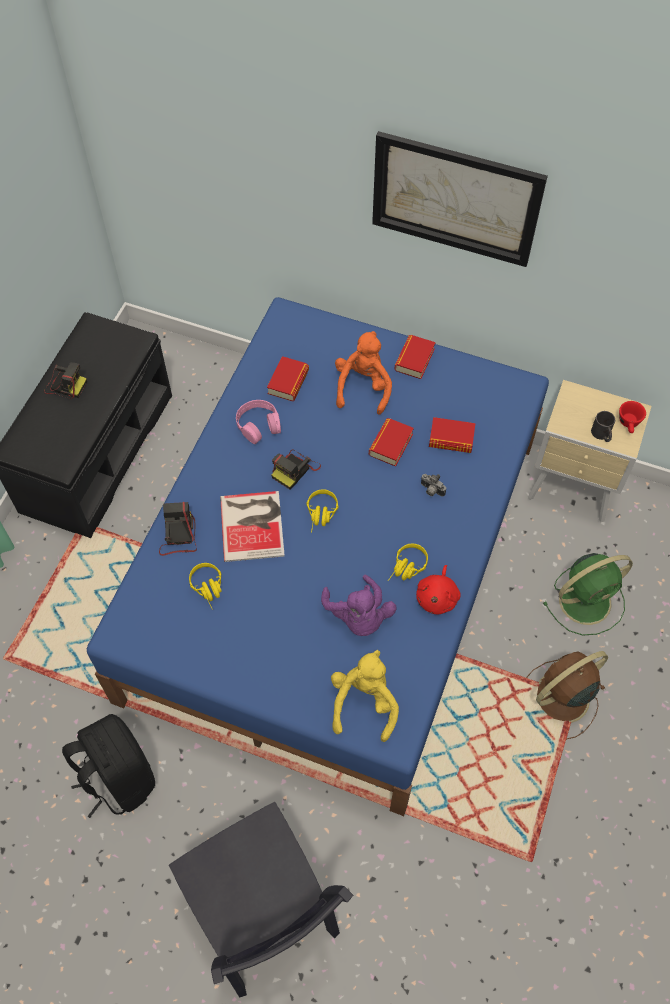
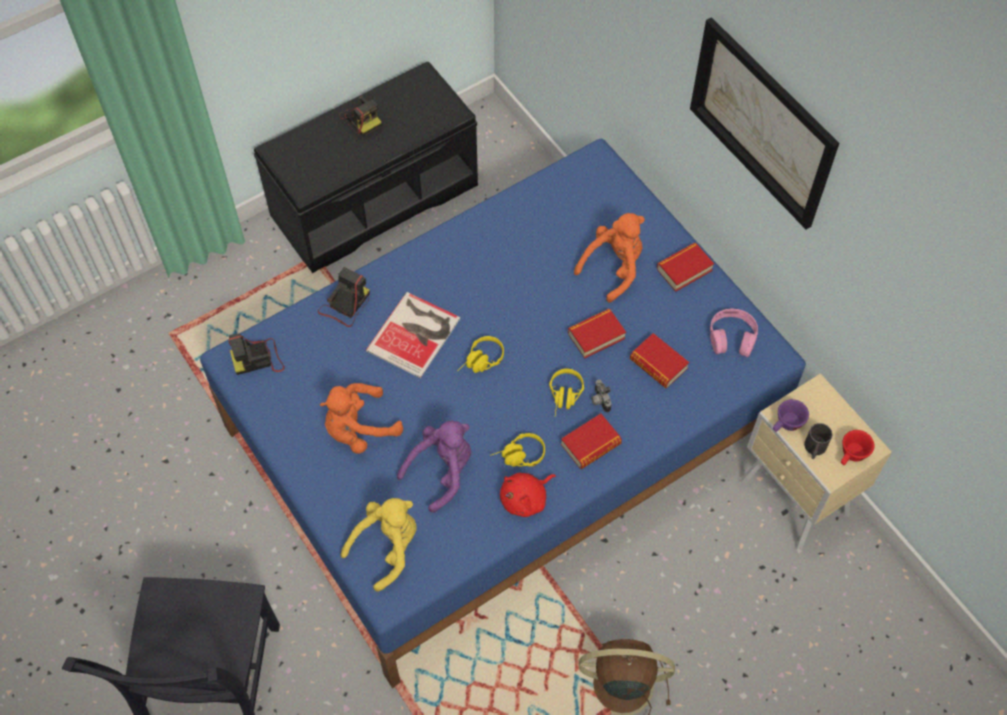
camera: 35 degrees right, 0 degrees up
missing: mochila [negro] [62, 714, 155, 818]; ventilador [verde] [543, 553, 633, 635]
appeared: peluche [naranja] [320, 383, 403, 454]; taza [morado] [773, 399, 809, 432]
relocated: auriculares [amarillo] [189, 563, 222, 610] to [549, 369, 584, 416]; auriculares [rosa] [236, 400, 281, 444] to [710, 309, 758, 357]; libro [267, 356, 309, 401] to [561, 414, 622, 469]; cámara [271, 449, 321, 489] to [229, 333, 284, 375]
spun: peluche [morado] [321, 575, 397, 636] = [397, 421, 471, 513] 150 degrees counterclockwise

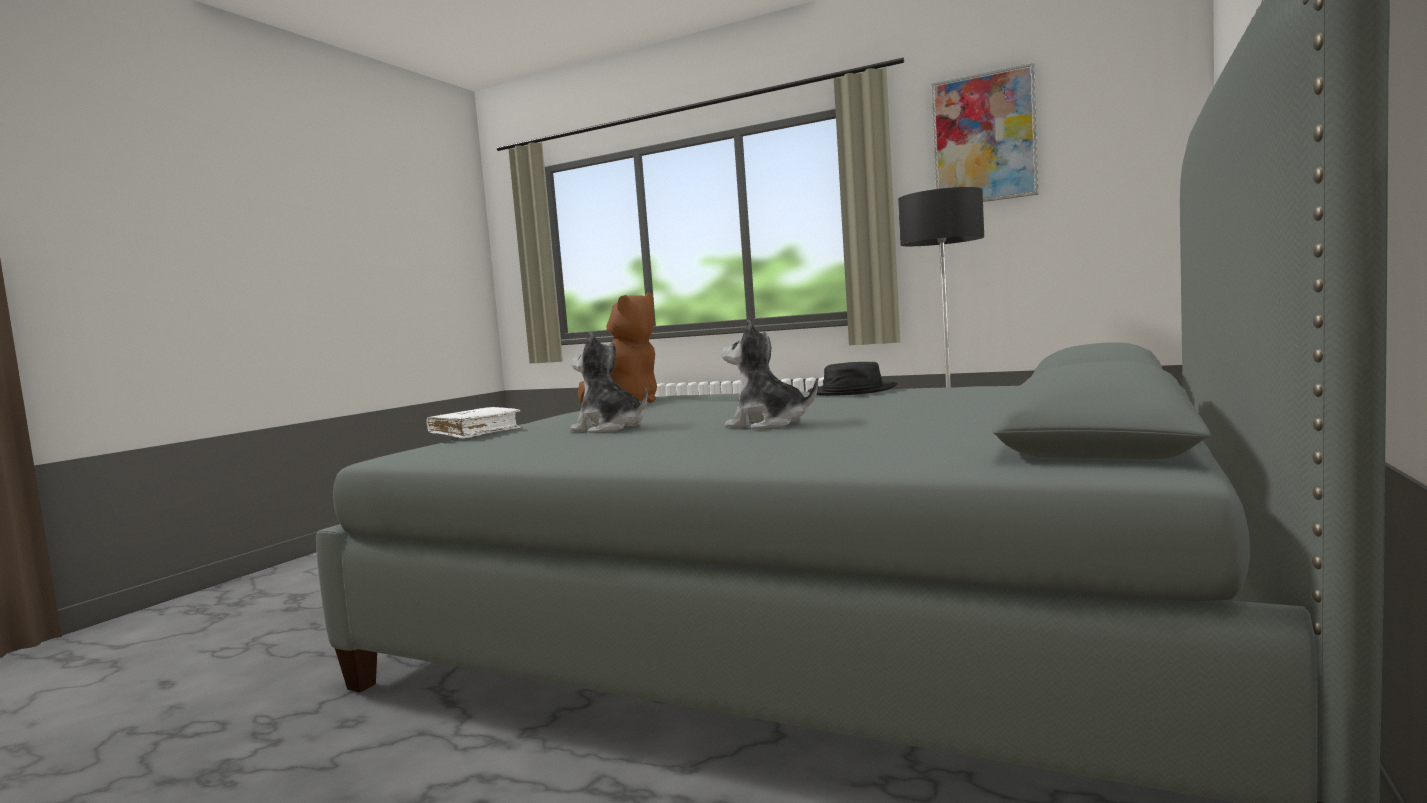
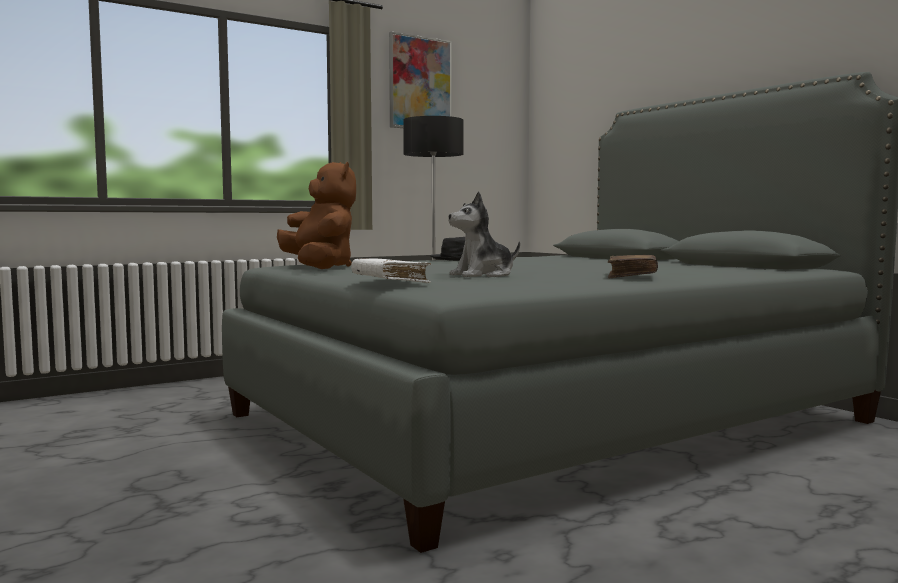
camera: 60 degrees left, 0 degrees up
missing: peluche [721, 320, 818, 429]
appeared: libro [marrón] [608, 255, 658, 278]

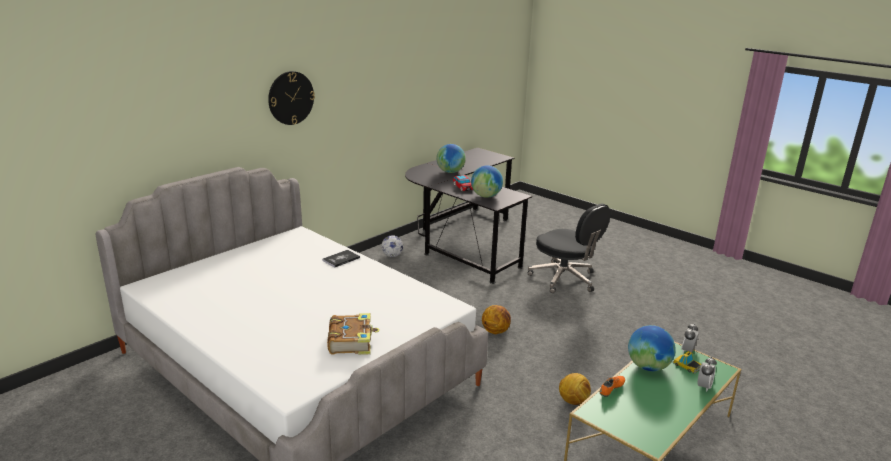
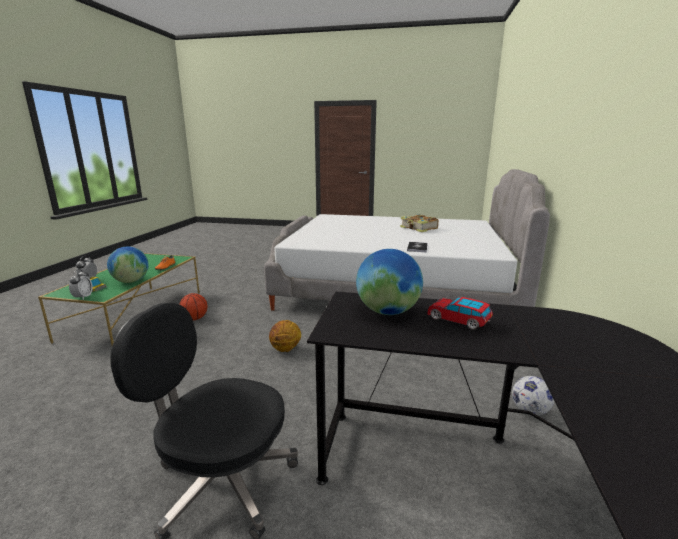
camera: 150 degrees right, 5 degrees down
missing: reloj de pared [268, 71, 315, 125]; globo terráqueo [436, 144, 466, 173]
relocated: libro [327, 313, 380, 355] to [400, 215, 439, 232]
exchanged: balón de fútbol [559, 373, 591, 405] to balón de baloncesto [180, 293, 207, 320]

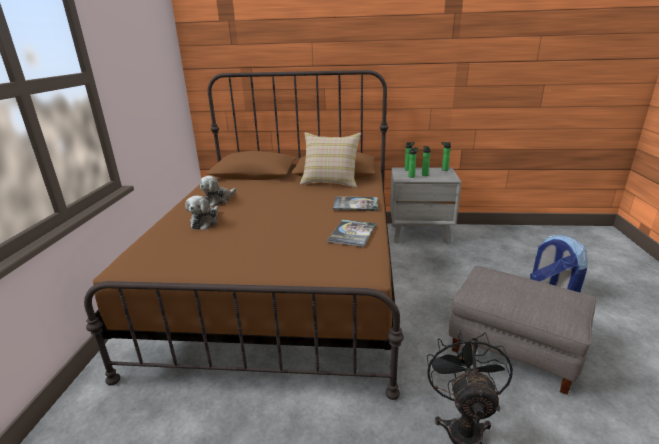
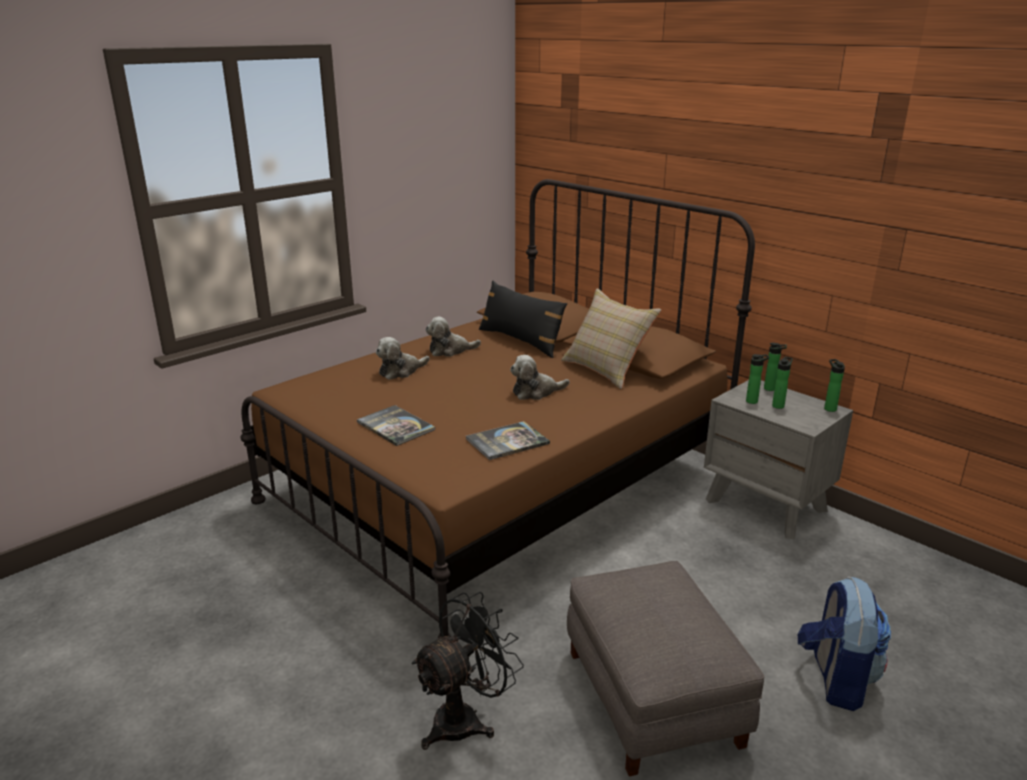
camera: 40 degrees right, 0 degrees up
appeared: cojín [negro] [479, 280, 567, 358]; peluche [510, 355, 569, 400]
relocated: libro [333, 196, 378, 211] to [357, 405, 435, 446]

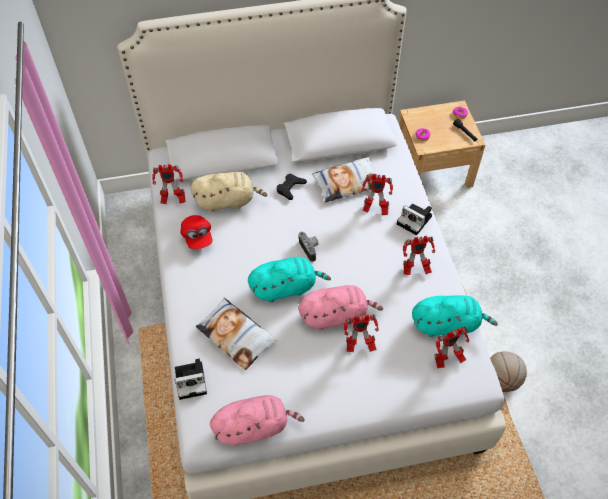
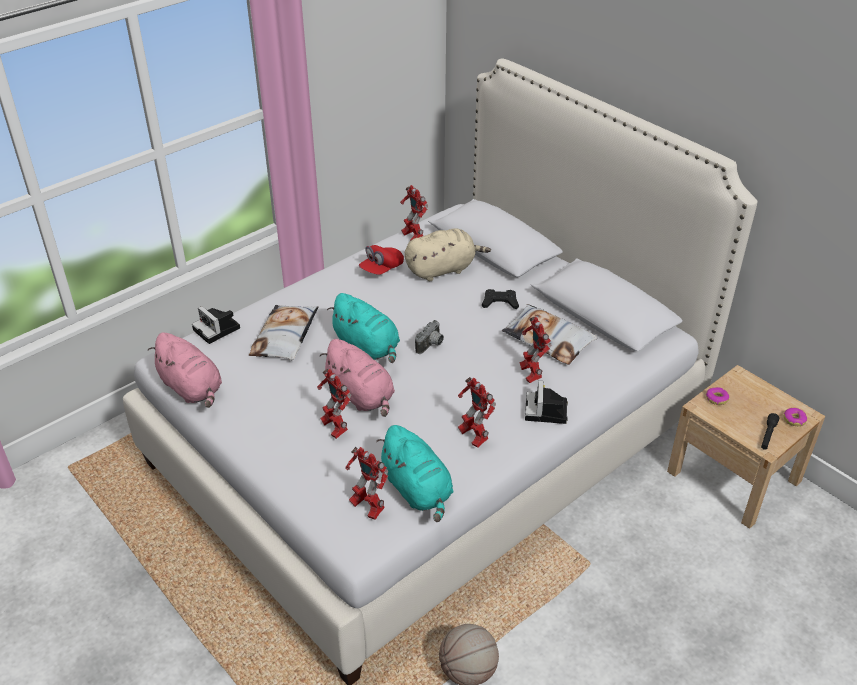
camera: 60 degrees right, 15 degrees down
spun: peluche [beis] [191, 172, 267, 212] = [405, 228, 491, 281] 75 degrees counterclockwise

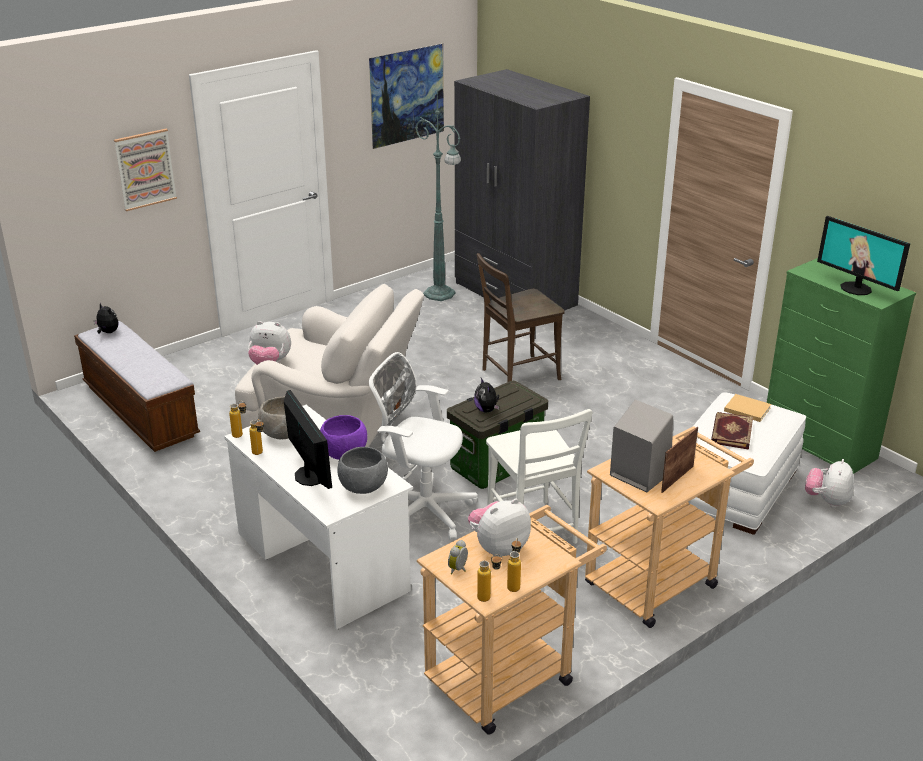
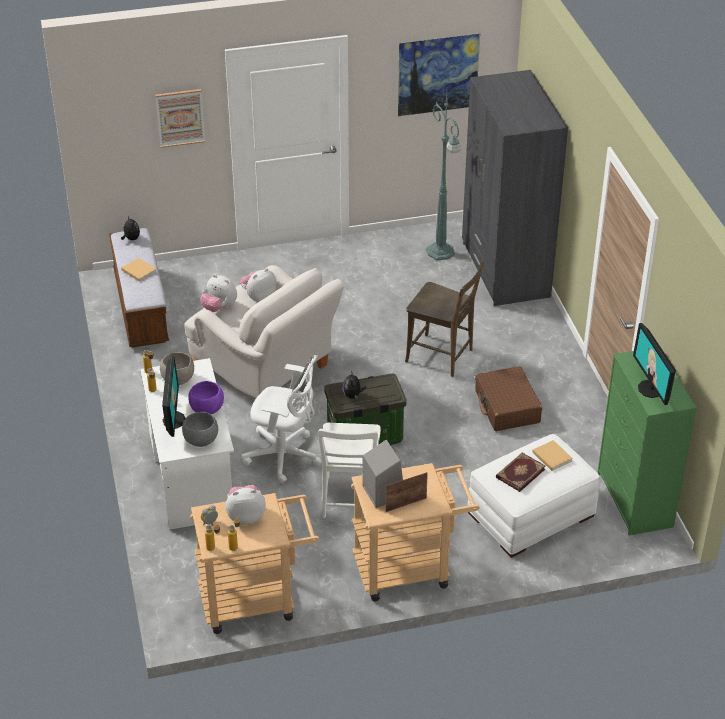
camera: 25 degrees right, 10 degrees up
appeared: libro [beis] [121, 258, 157, 282]; maleta [marrón] [475, 366, 542, 431]
relocated: peluche [805, 459, 853, 508] to [240, 268, 277, 303]
spun: silla de oficina [blanco] [369, 352, 477, 540] = [241, 354, 322, 483] 150 degrees clockwise; silla [marrón] [477, 253, 565, 382] = [405, 261, 484, 377] 150 degrees counterclockwise

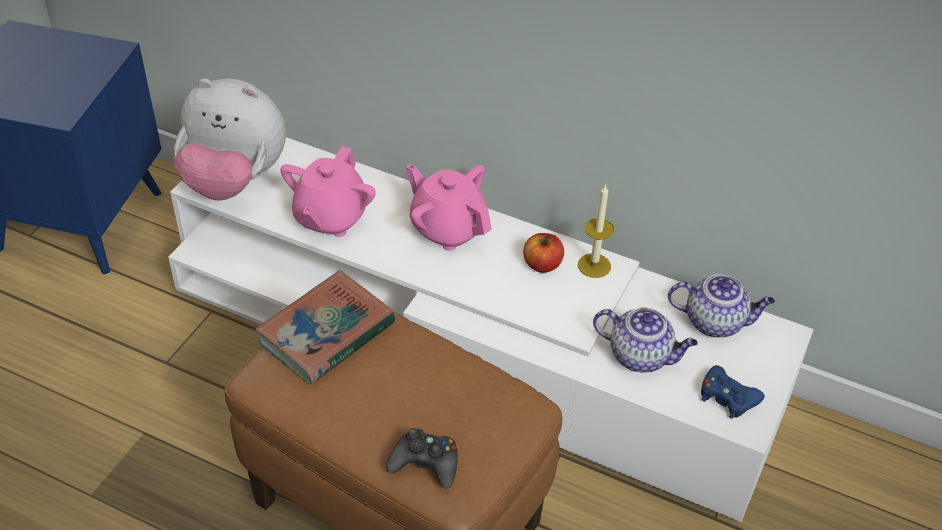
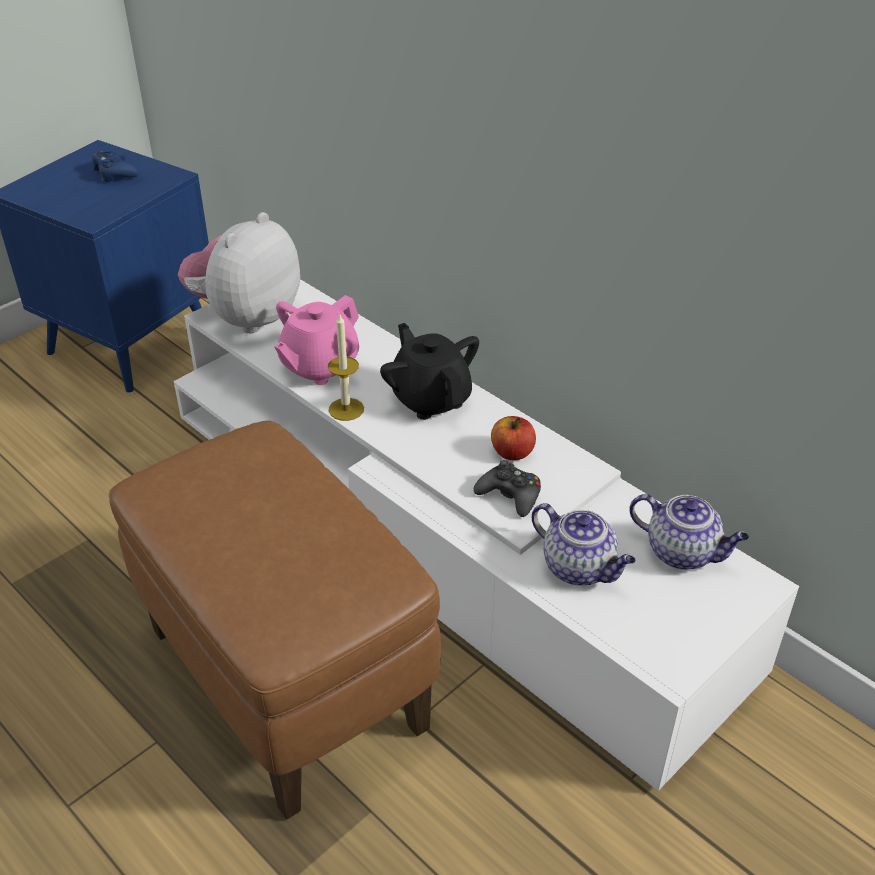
camera: 20 degrees right, 5 degrees down
missing: libro [255, 270, 395, 384]
relocated: mando de consola [negro] [386, 428, 458, 489] to [474, 460, 541, 517]; vela [578, 184, 614, 278] to [328, 313, 364, 421]; mando de consola [azul] [701, 365, 765, 419] to [91, 149, 139, 182]
colour: tetera [rosa] [406, 164, 492, 251] to tetera [negro] [380, 323, 479, 420]
spun: peluche [174, 78, 286, 201] = [178, 212, 300, 333] 90 degrees clockwise

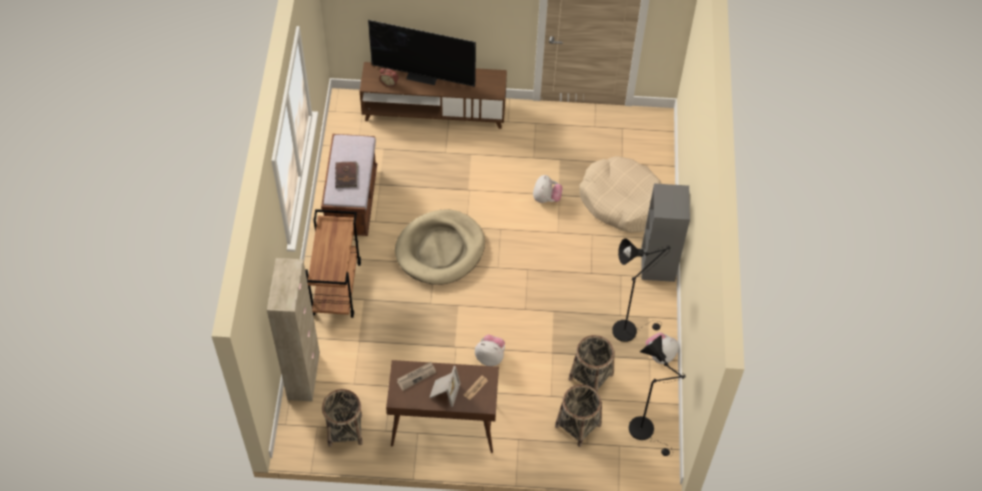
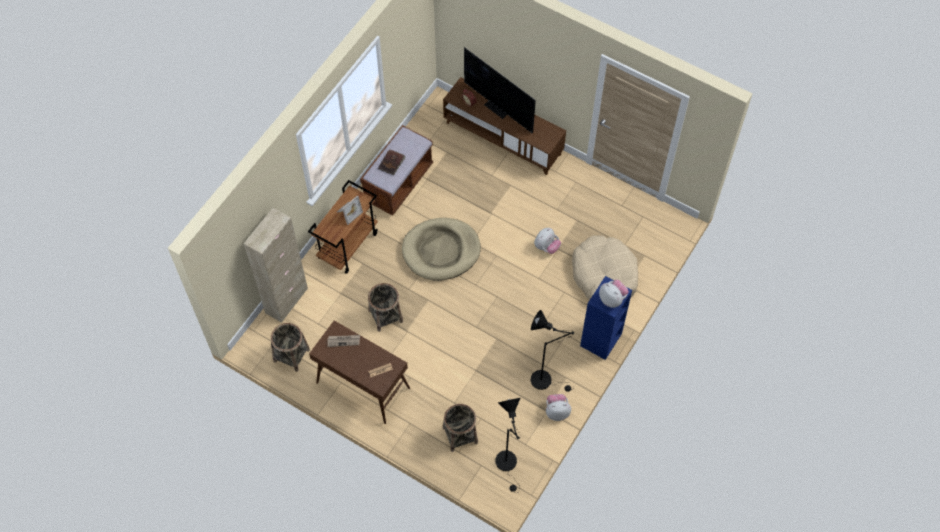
camera: 30 degrees right, 5 degrees up
relocated: portarretratos [429, 366, 461, 407] to [337, 195, 363, 225]; peluche [475, 335, 505, 366] to [599, 280, 629, 308]; cesta [569, 335, 615, 391] to [368, 283, 403, 332]
colour: estantería [gris] [641, 184, 690, 282] to estantería [azul] [580, 276, 632, 360]

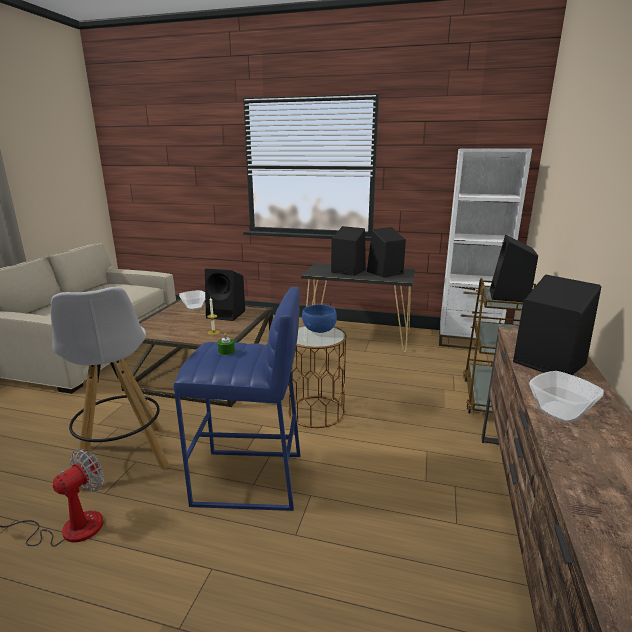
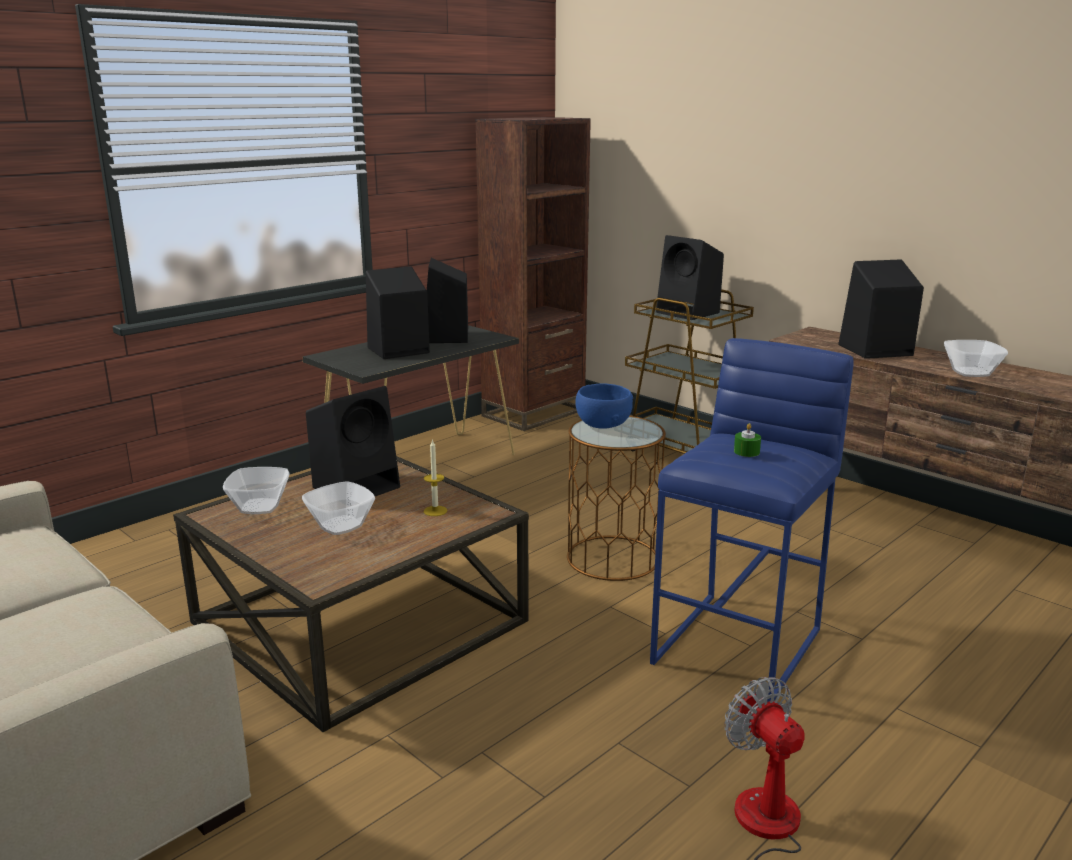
camera: 60 degrees left, 0 degrees up
missing: taburete [blanco] [51, 287, 170, 491]
appeared: cuenco [302, 481, 375, 535]
colour: estantería [blanco] [439, 148, 532, 350] to estantería [marrón] [475, 117, 591, 431]

